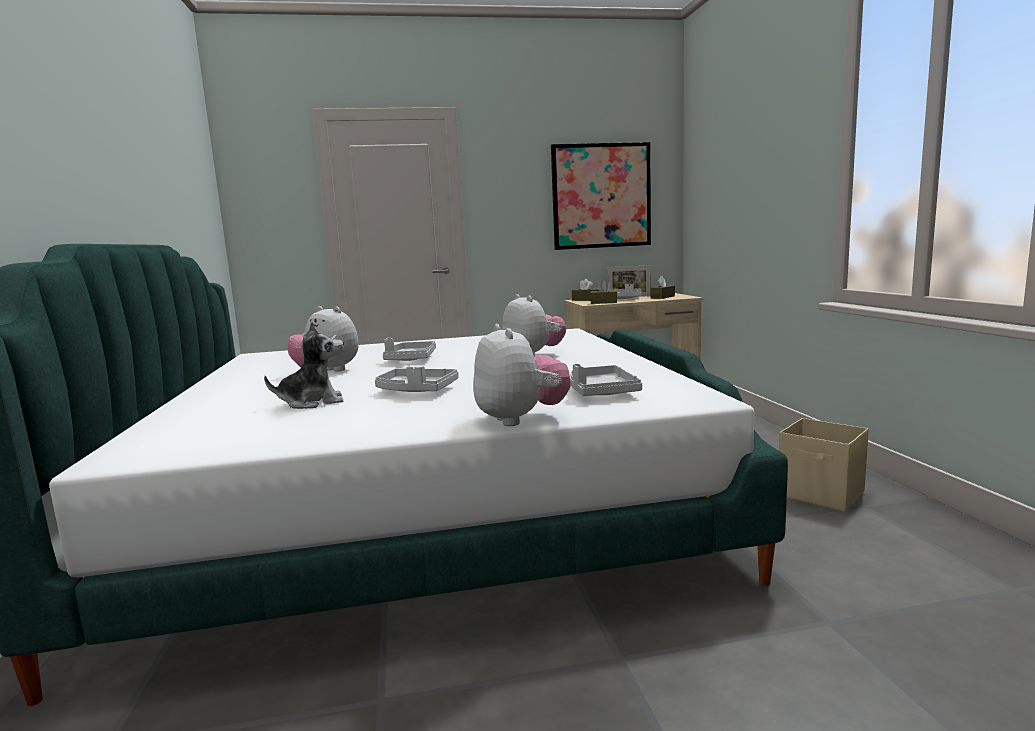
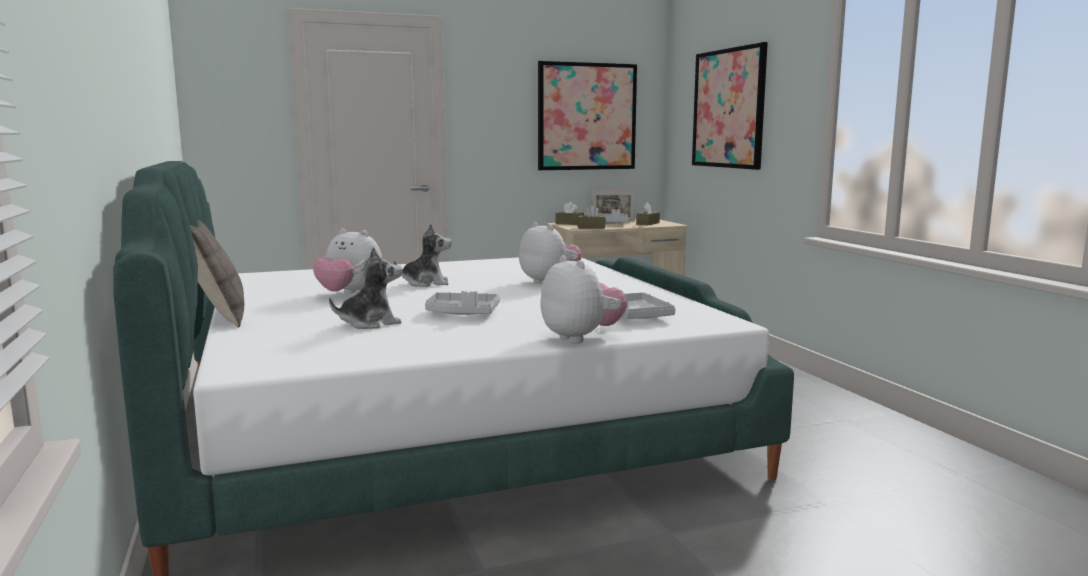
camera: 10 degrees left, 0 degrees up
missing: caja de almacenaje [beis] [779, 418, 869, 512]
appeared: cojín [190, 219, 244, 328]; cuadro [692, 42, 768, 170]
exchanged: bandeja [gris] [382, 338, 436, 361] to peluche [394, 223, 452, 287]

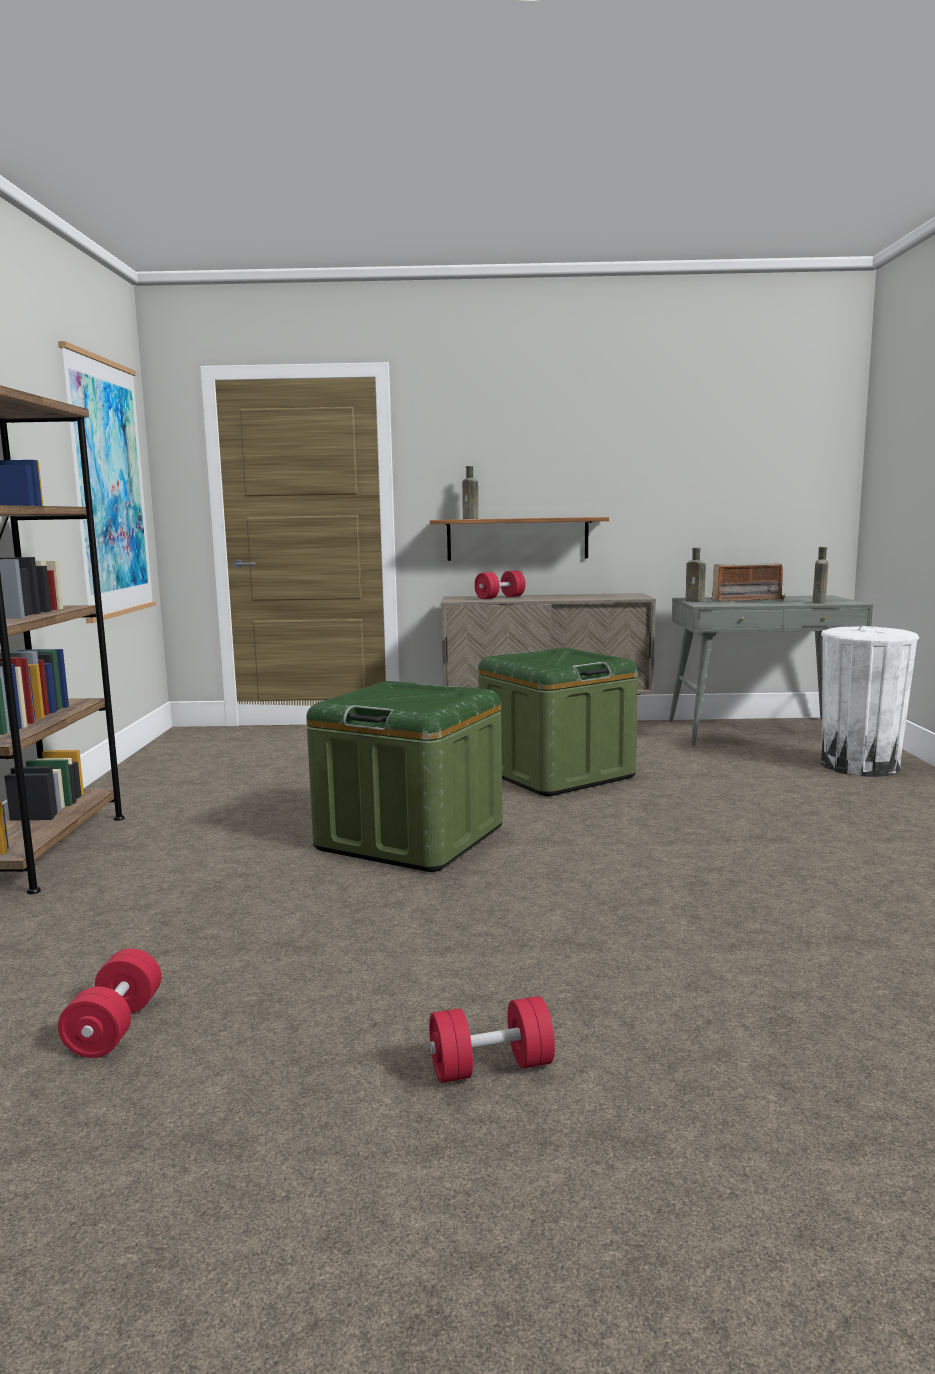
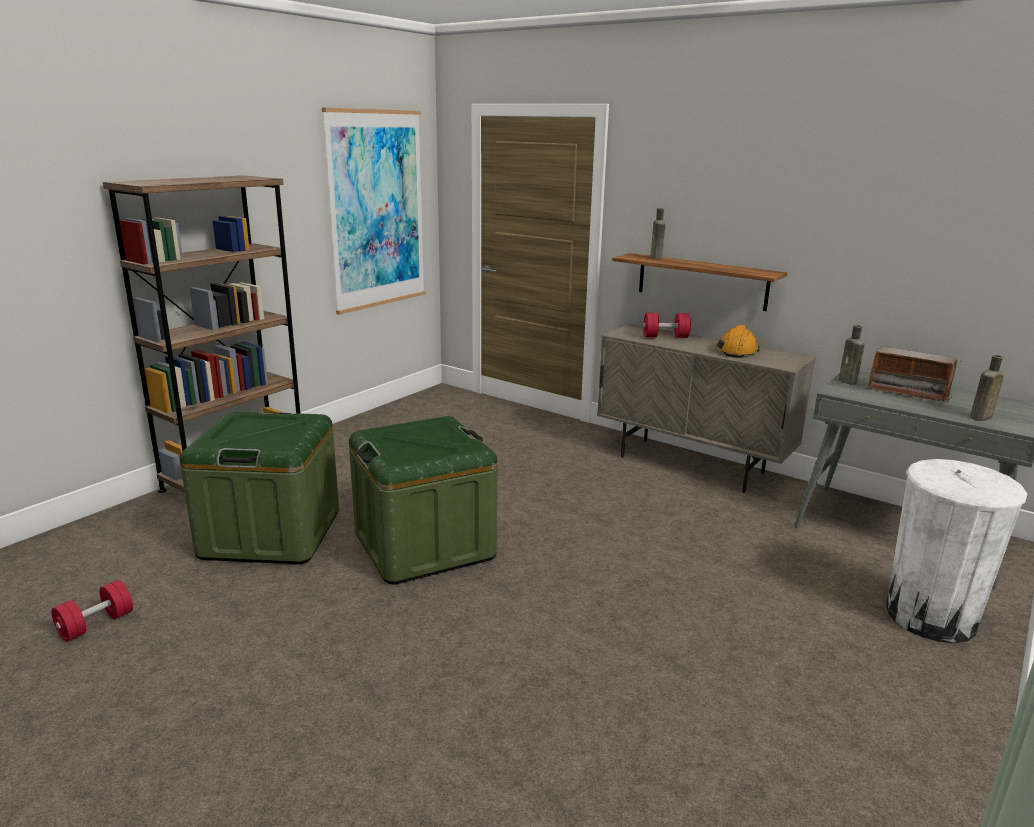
camera: 35 degrees right, 10 degrees up
missing: mancuerna [rojo] [429, 996, 555, 1083]
appeared: casco [naranja] [717, 325, 760, 358]
relocated: caja de almacenaje [verde] [478, 648, 638, 796] to [180, 411, 339, 564]

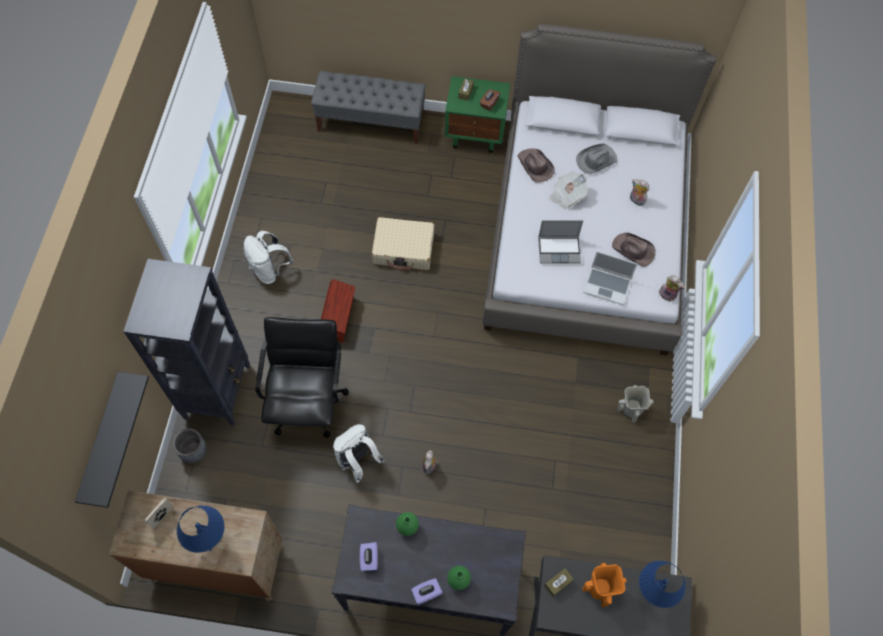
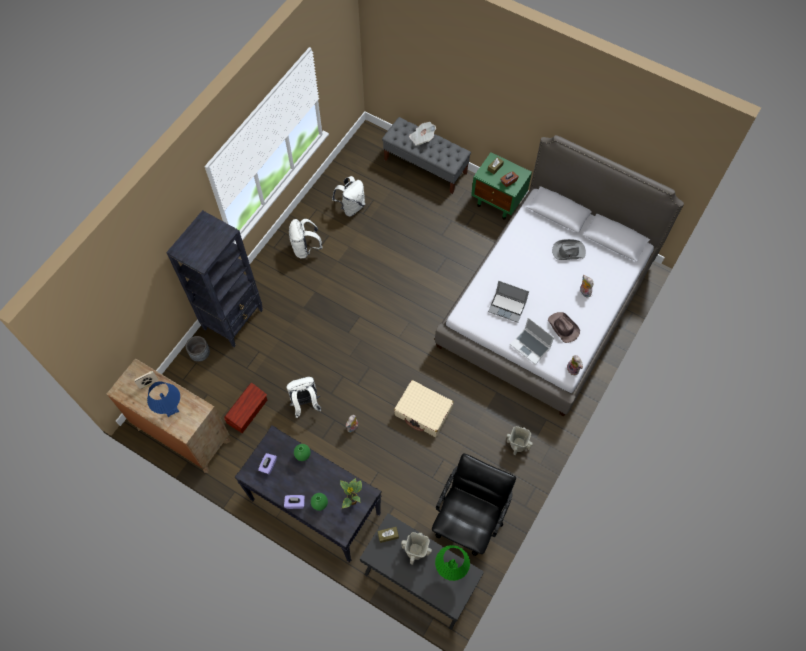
camera: 25 degrees right, 0 degrees up
missing: estante [negro] [75, 372, 149, 508]; sombrero [marrón] [518, 148, 555, 182]
appeared: mochila [blanco] [332, 176, 365, 217]; planta en maceta [340, 478, 362, 509]
relocated: silla de oficina [negro] [256, 317, 349, 438] to [432, 453, 516, 556]; caja de almacenaje [marrón] [321, 279, 355, 343] to [224, 383, 267, 433]; maleta [beis] [372, 217, 434, 270] to [394, 380, 454, 437]; periódico [549, 171, 588, 209] to [409, 122, 436, 146]
colour: florero [naranja] [582, 563, 627, 607] to florero [beis] [401, 532, 432, 565]; lámpara de mesa [azul] [639, 560, 686, 608] to lámpara de mesa [verde] [435, 545, 470, 581]

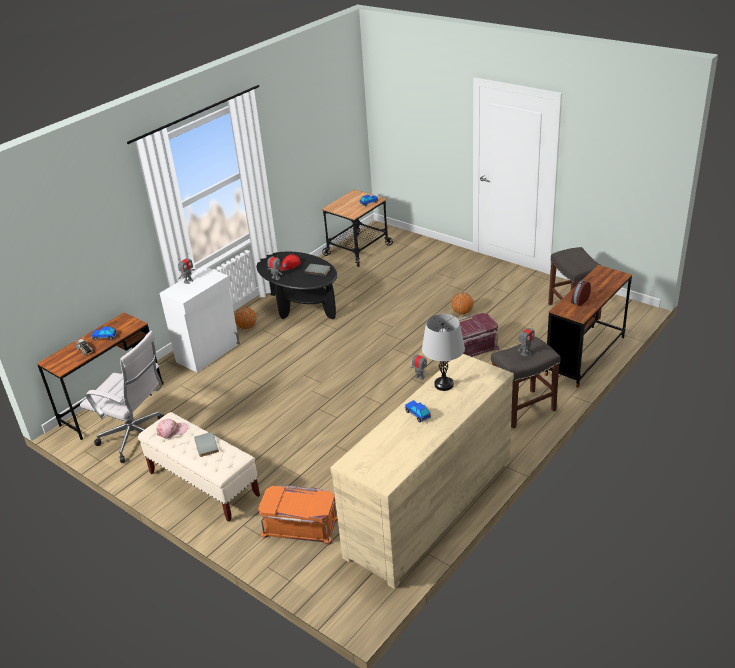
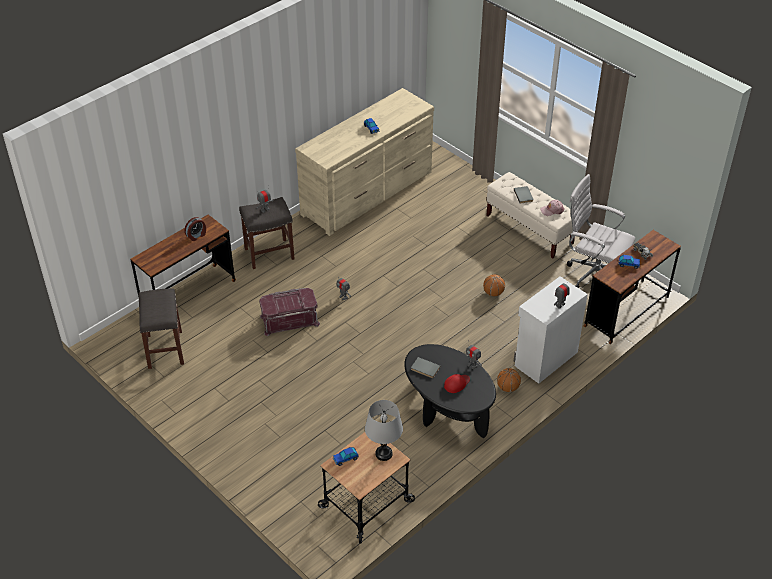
camera: 175 degrees left, 10 degrees up
missing: caja de almacenaje [naranja] [258, 485, 338, 546]
relocated: lámpara de mesa [gris] [422, 314, 465, 391] to [365, 400, 403, 461]; balón de baloncesto [452, 292, 473, 314] to [483, 274, 505, 296]

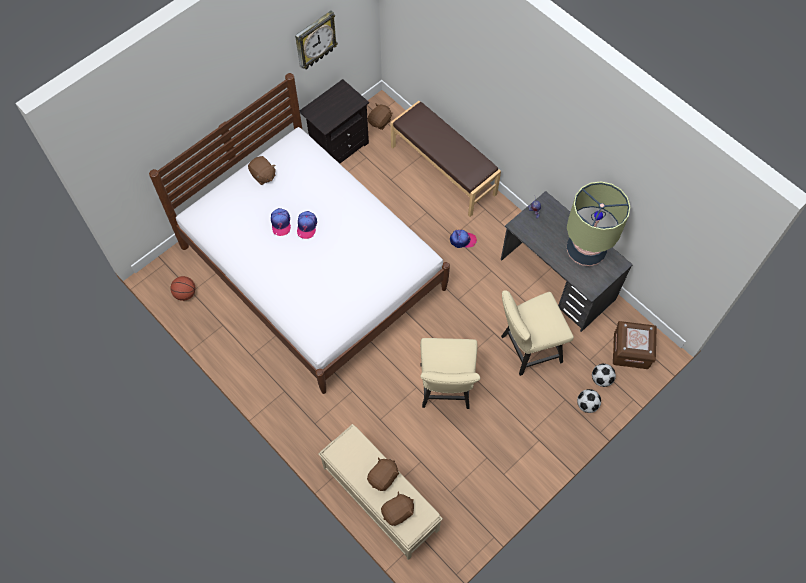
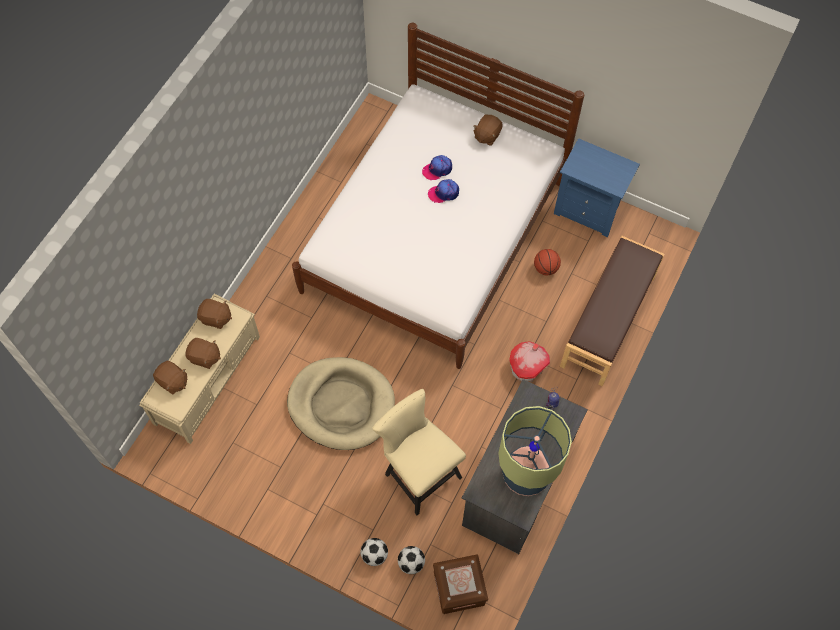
camera: 70 degrees right, 0 degrees up
missing: reloj de pared [295, 11, 338, 70]
relocated: balón de baloncesto [170, 276, 195, 301] to [534, 249, 561, 275]; peluche [marrón] [368, 103, 392, 130] to [197, 299, 232, 329]
exchanged: silla [beis] [420, 338, 480, 409] to cama para perro [beis] [287, 357, 395, 450]; gorra [450, 230, 477, 248] to casita [509, 341, 550, 382]
colour: mesita de noche [negro] [300, 79, 369, 164] to mesita de noche [azul] [554, 138, 640, 237]

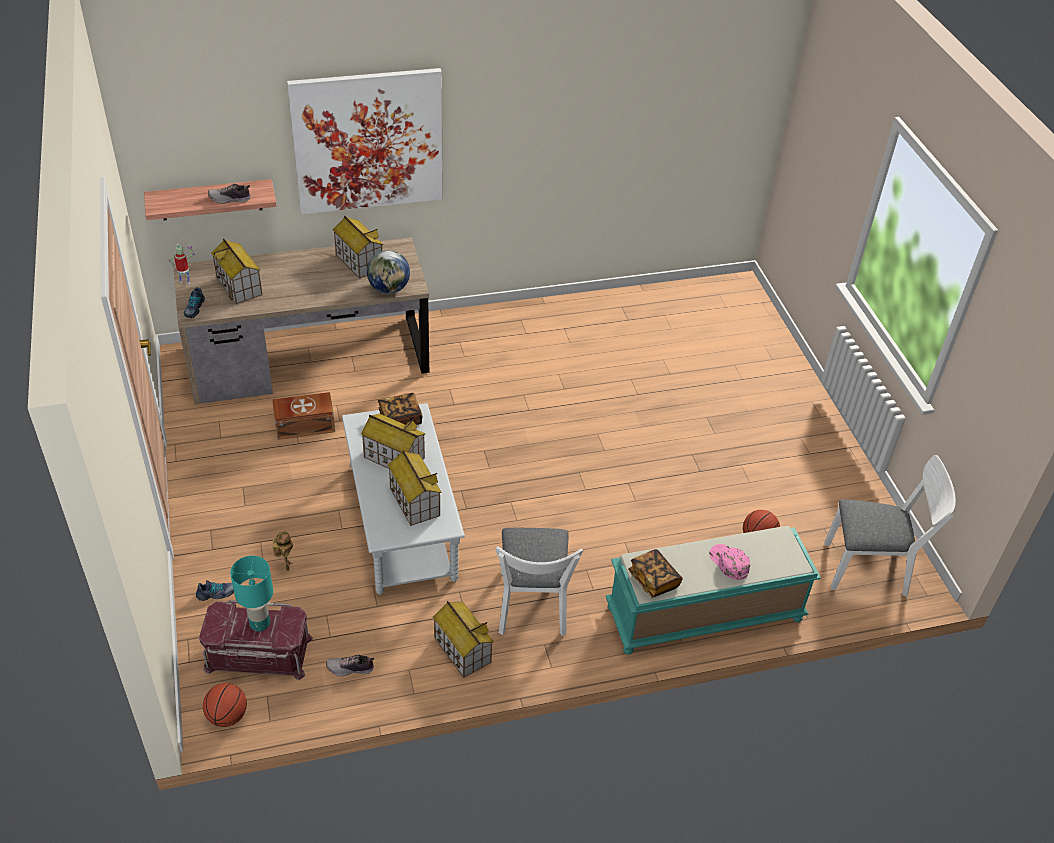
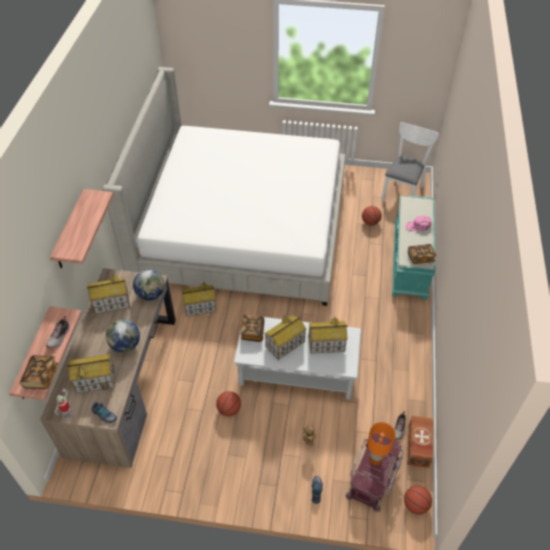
camera: 65 degrees left, 5 degrees up
missing: silla [blanco] [495, 528, 583, 636]
appeared: libro [20, 355, 58, 389]; cama [102, 67, 346, 306]; globo terráqueo [106, 319, 140, 353]; balón de baloncesto [216, 391, 241, 416]
relocated: caja de almacenaje [marrón] [272, 392, 335, 440] to [407, 416, 434, 468]; casita [433, 601, 494, 678] to [182, 282, 216, 317]
exchanged: cuadro [287, 68, 443, 214] to estante [50, 189, 114, 268]
colour: lámpara de mesa [turquesa] [230, 556, 273, 632] to lámpara de mesa [naranja] [367, 422, 396, 465]

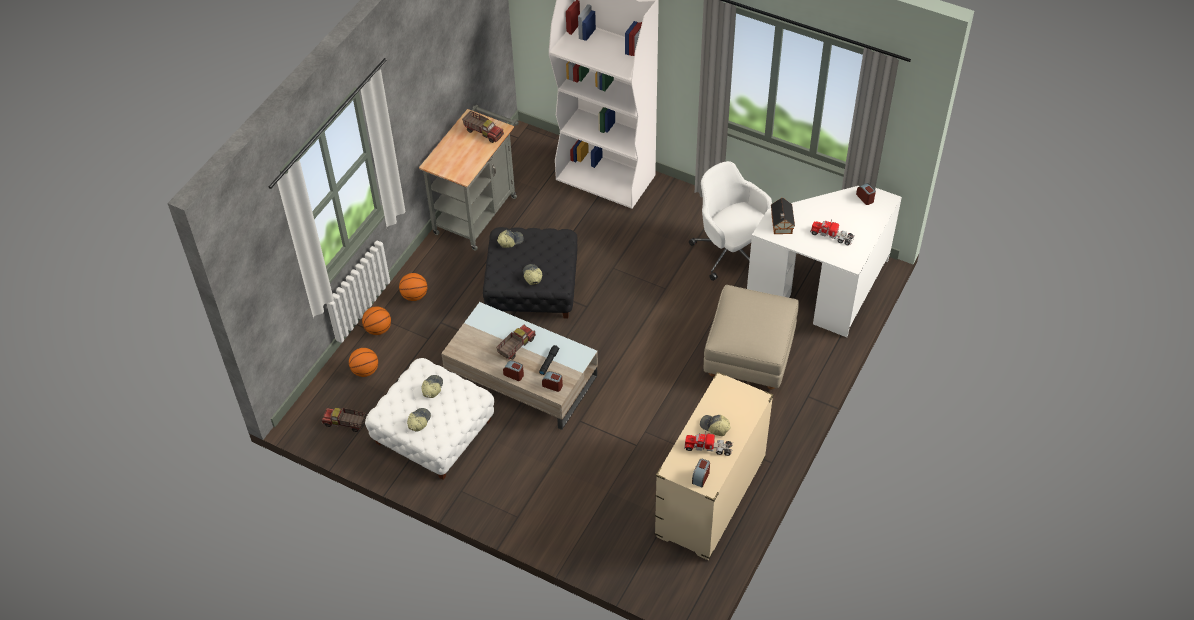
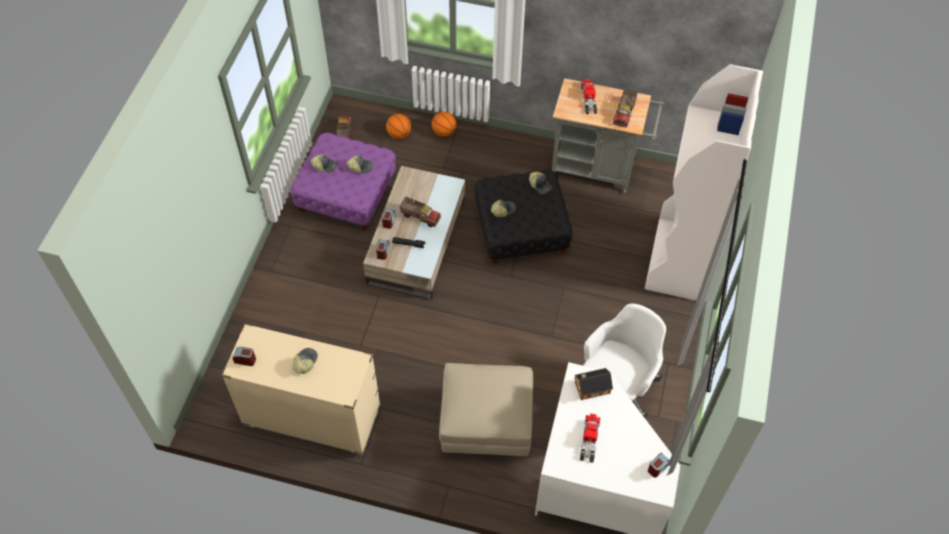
camera: 75 degrees right, 5 degrees up
missing: balón de baloncesto [399, 273, 427, 301]
relocated: camión de juguete [684, 431, 733, 456] to [581, 79, 597, 114]
colour: puf [blanco] [365, 358, 494, 480] to puf [morado] [290, 133, 396, 231]

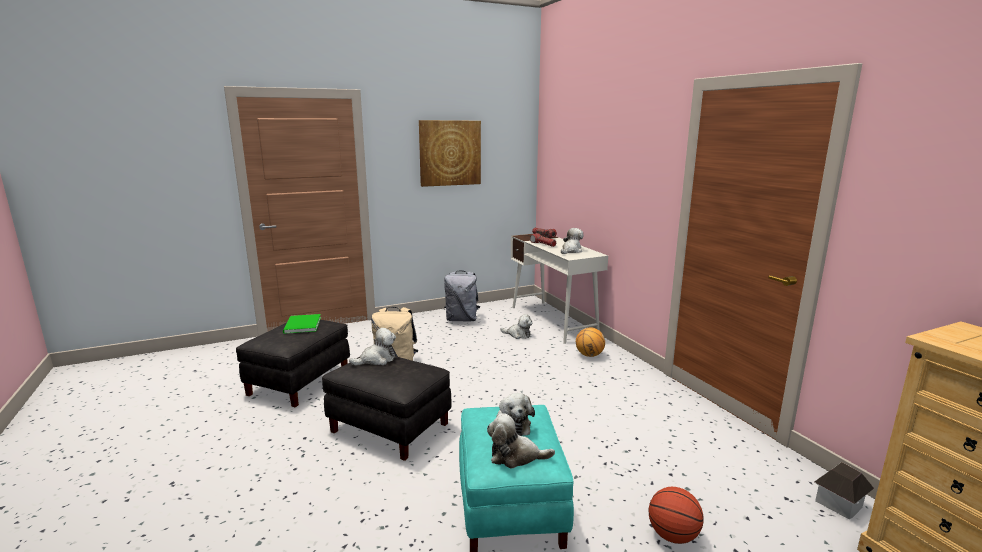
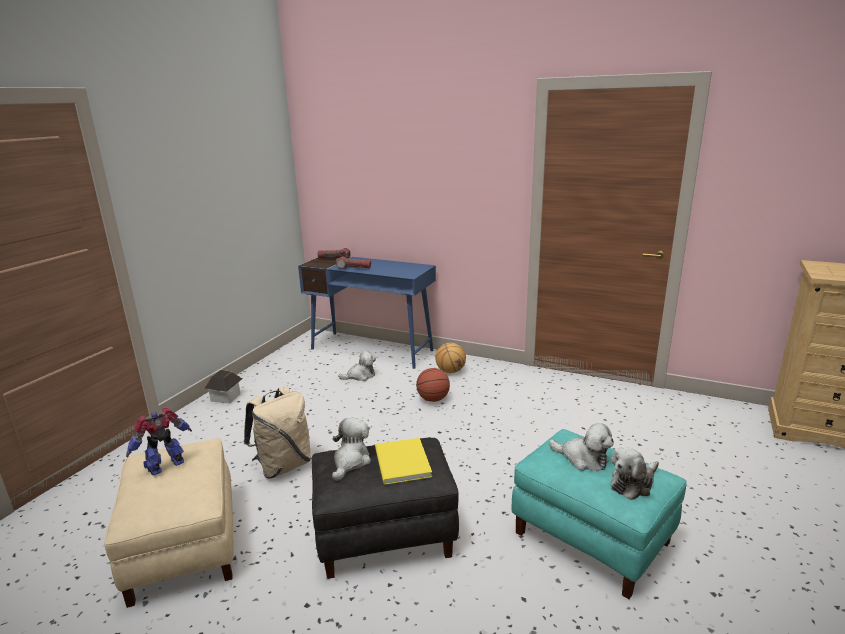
camera: 40 degrees left, 5 degrees up
missing: cuadro [419, 120, 481, 187]; mochila [gris] [444, 270, 480, 322]; peluche [561, 228, 583, 254]
appeared: libro [amarillo] [375, 438, 432, 485]
relocated: balón de baloncesto [649, 487, 703, 544] to [416, 368, 450, 402]; casita [814, 462, 874, 520] to [205, 370, 242, 404]
exchanged: libro [verde] [283, 314, 321, 334] to robot de juguete [126, 408, 192, 476]
colour: puf [negro] [236, 320, 350, 407] to puf [beis] [104, 438, 234, 608]; escritorio [blanco] [511, 234, 608, 344] to escritorio [azul] [298, 256, 436, 369]

